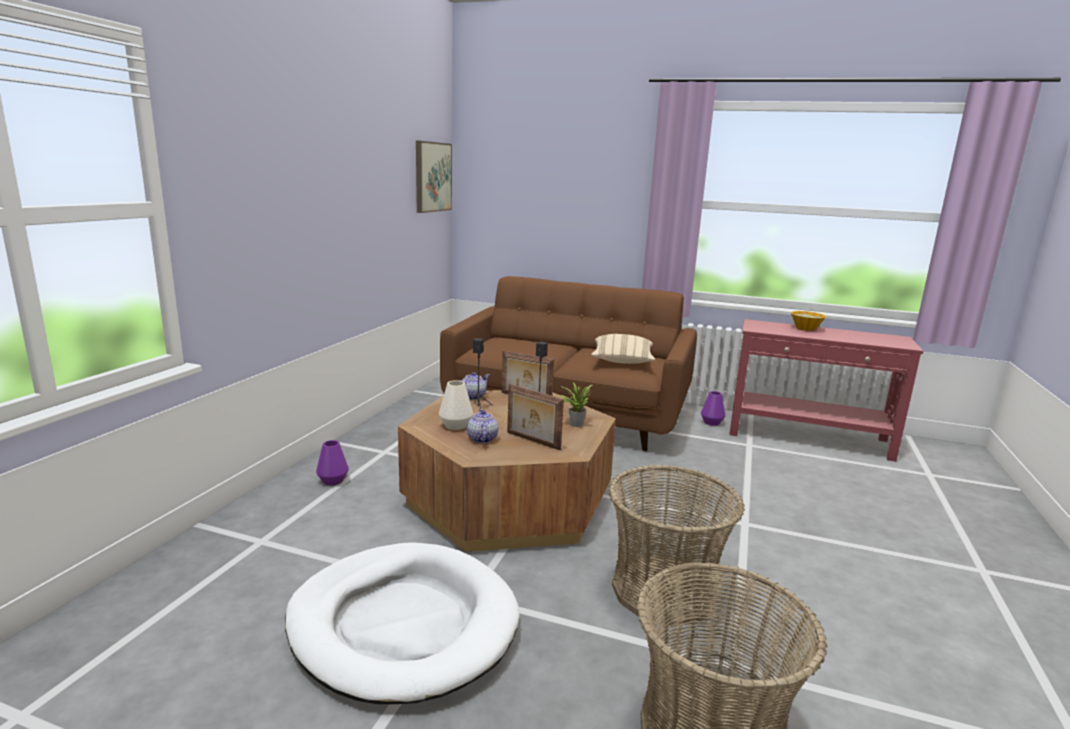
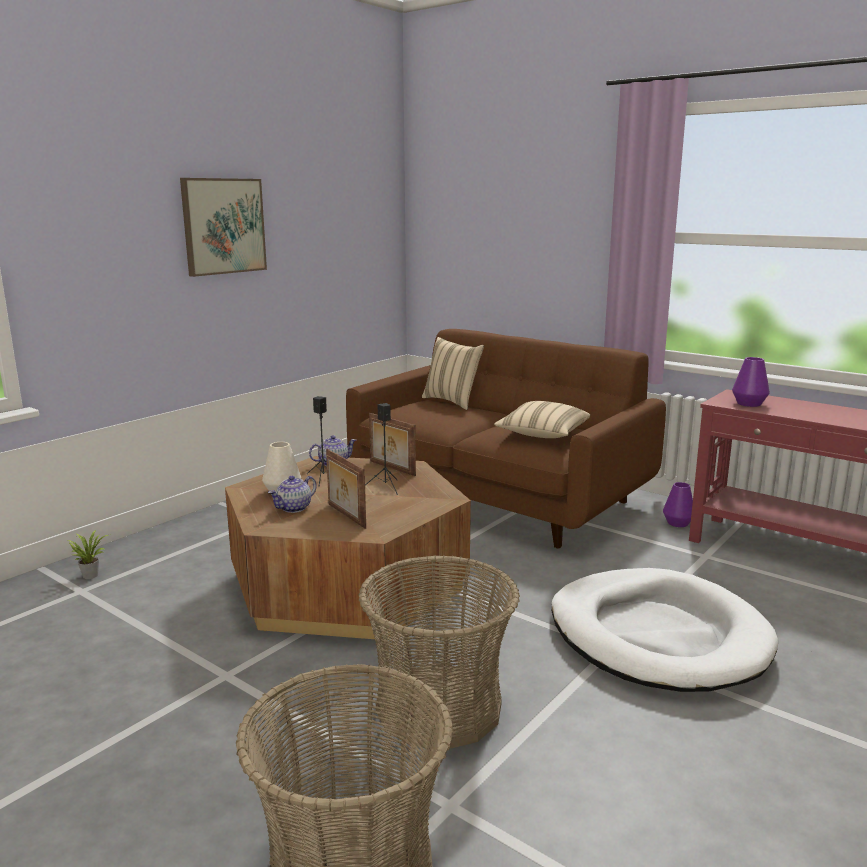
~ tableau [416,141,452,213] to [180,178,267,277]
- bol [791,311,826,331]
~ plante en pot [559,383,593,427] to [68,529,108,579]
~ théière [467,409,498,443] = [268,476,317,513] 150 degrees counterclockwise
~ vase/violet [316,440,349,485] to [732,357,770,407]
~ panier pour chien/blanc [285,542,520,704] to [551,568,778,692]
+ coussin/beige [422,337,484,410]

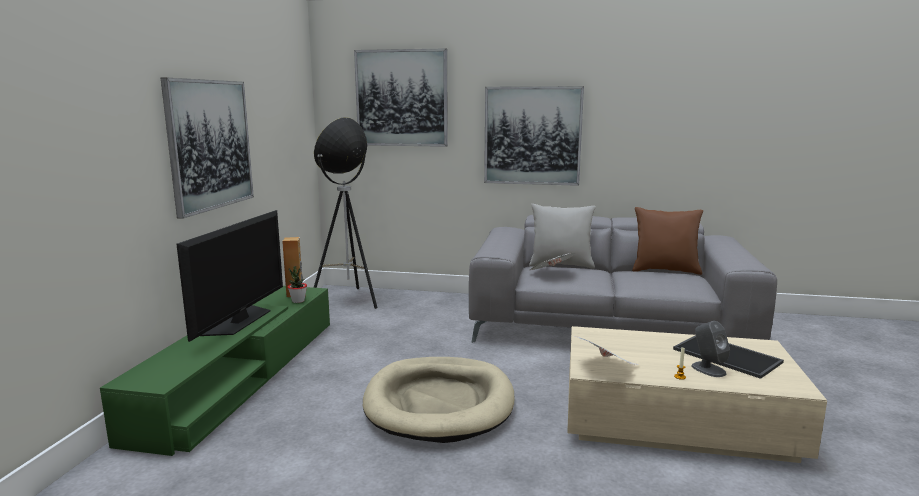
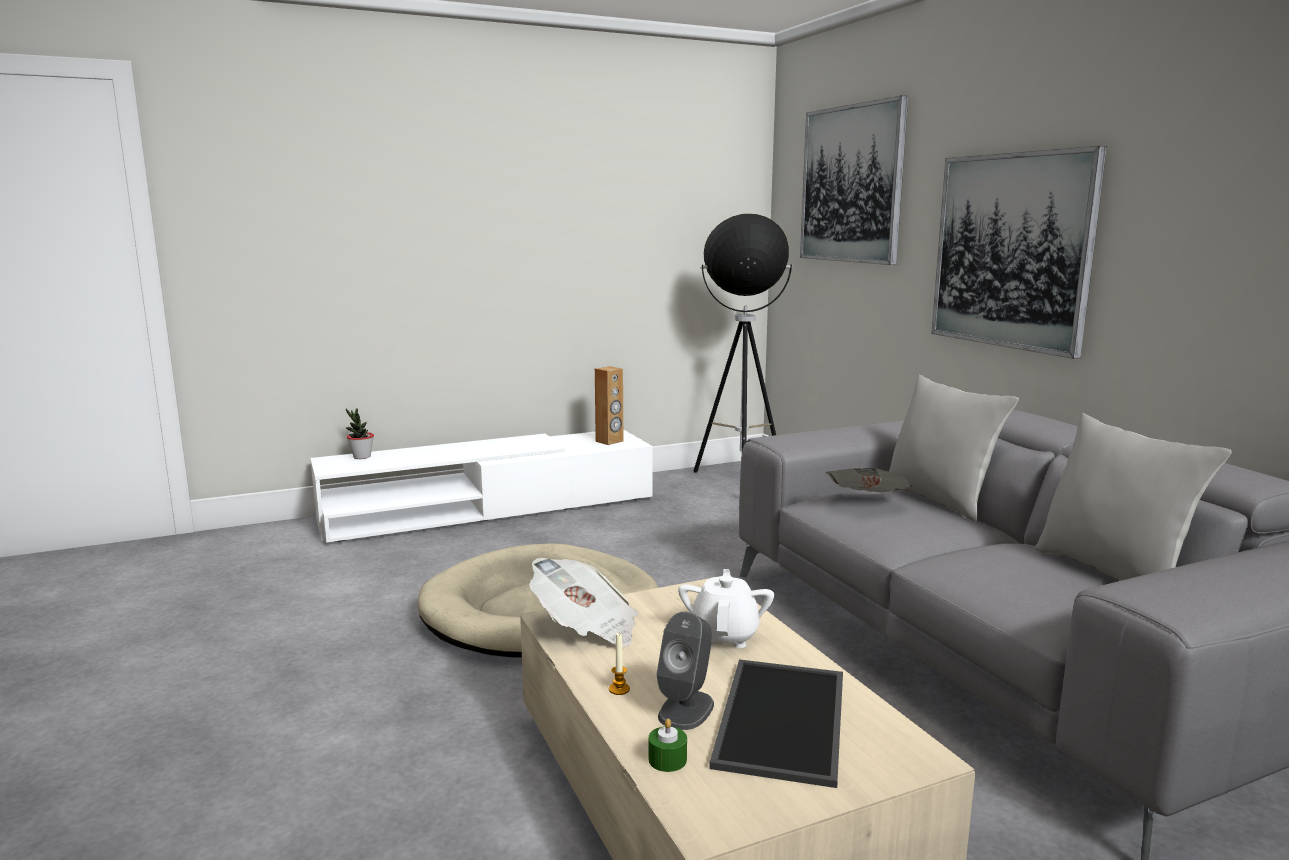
- tableau [161,78,254,219]
~ coussin/marron [632,207,703,275] to coussin/gris [1035,413,1232,580]
- téléviseur [176,210,283,342]
~ plante en pot [288,266,307,303] to [346,408,374,459]
~ meuble télé/vert [100,286,330,456] to meuble télé/blanc [310,429,653,543]
+ théière/blanc [678,569,774,648]
+ bougie/vert [649,718,687,772]

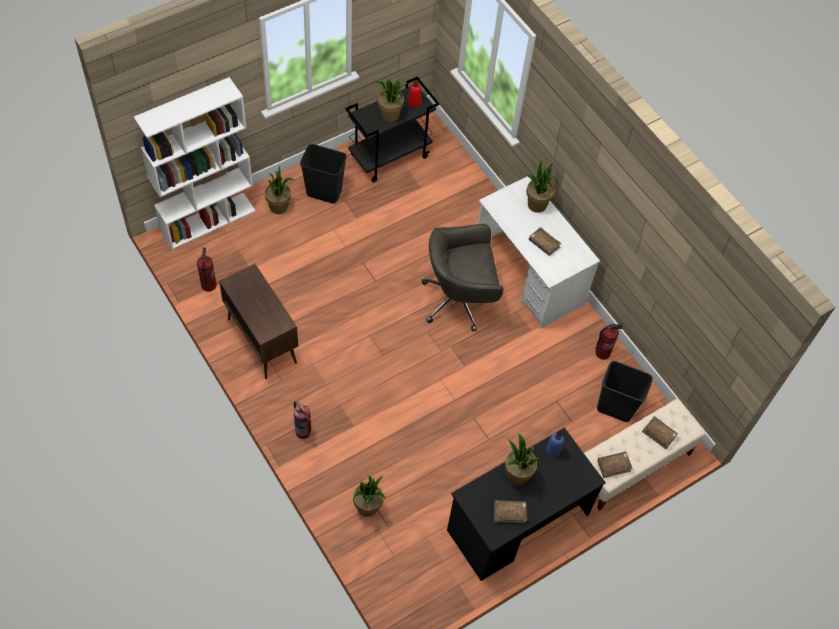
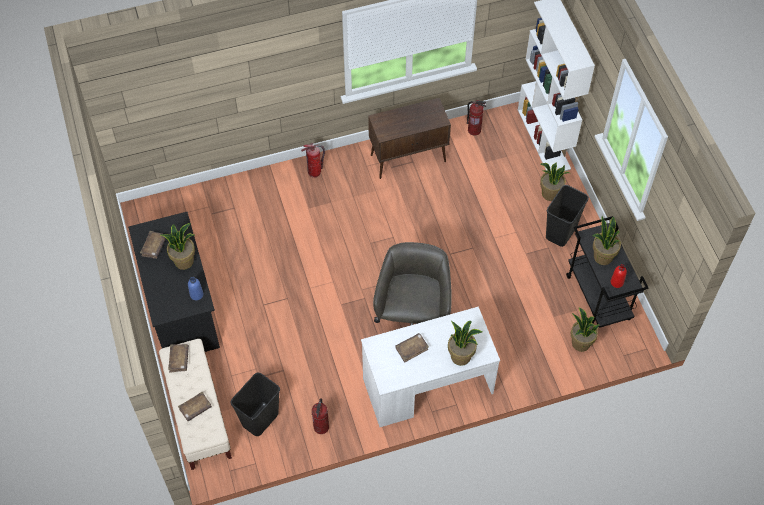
~ plante en pot [353,475,386,517] to [570,308,600,352]

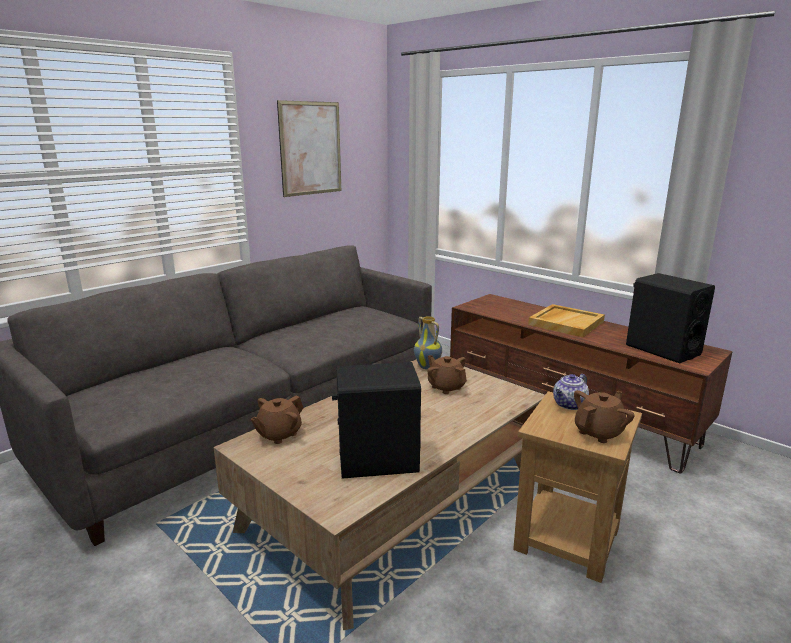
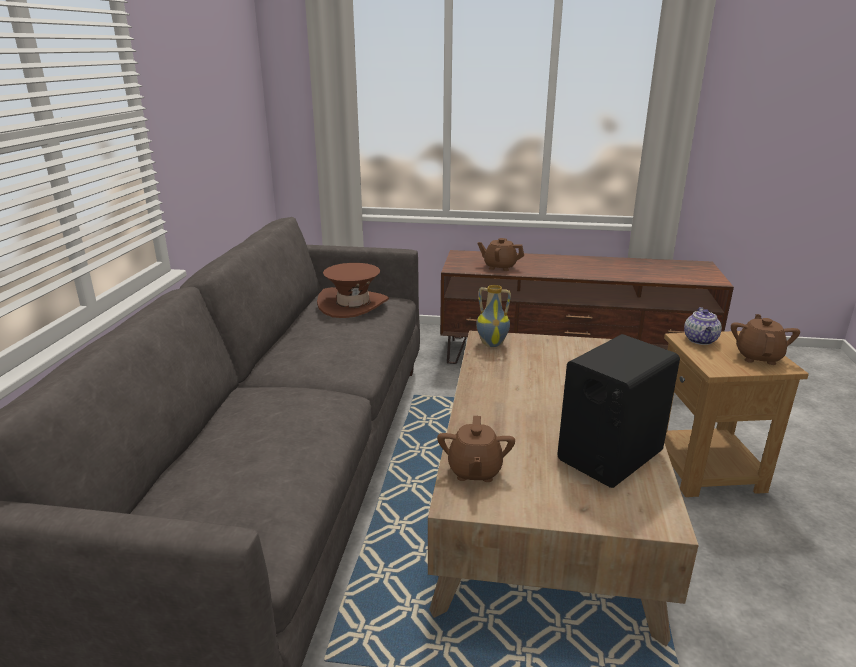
- tableau [277,100,341,197]
- enceinte/noir [626,273,715,363]
- plateau/beige [528,304,605,337]
~ théière/marron [427,355,467,394] to [477,238,524,271]
+ chapeau/marron [317,263,389,318]

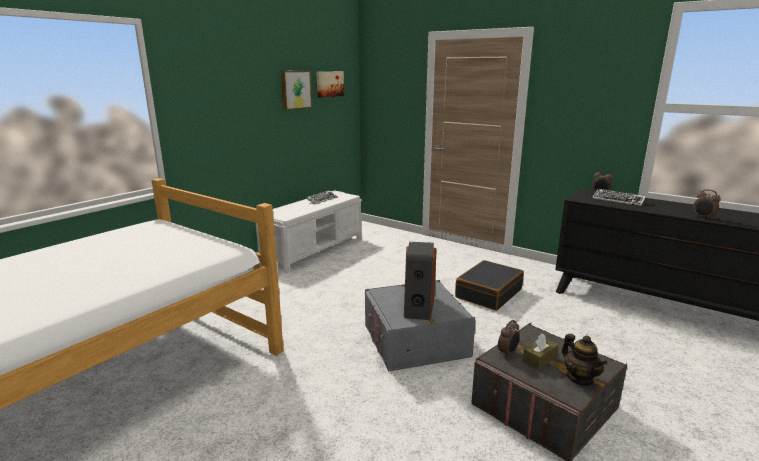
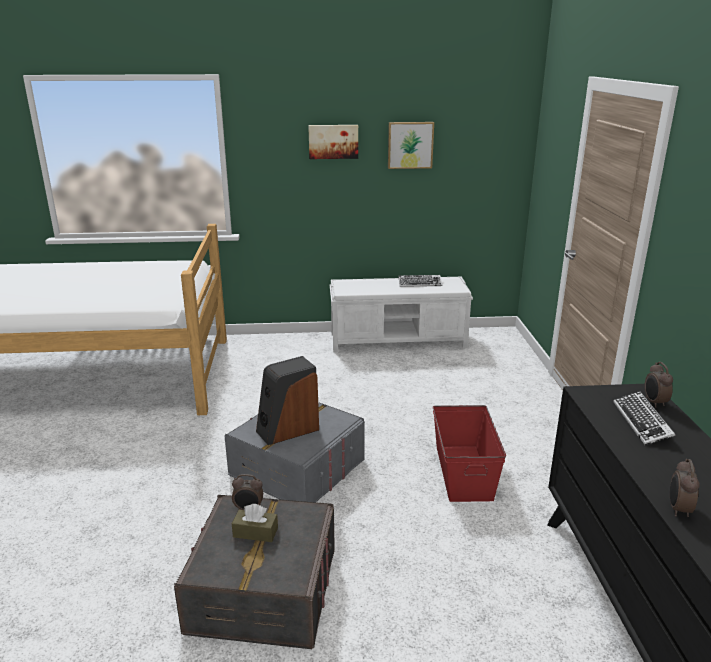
~ tableau [316,71,344,98] to [308,125,358,159]
~ valise/noir [455,260,524,311] to boîte de rangement/rouge [433,405,506,502]
- théière [562,334,608,386]

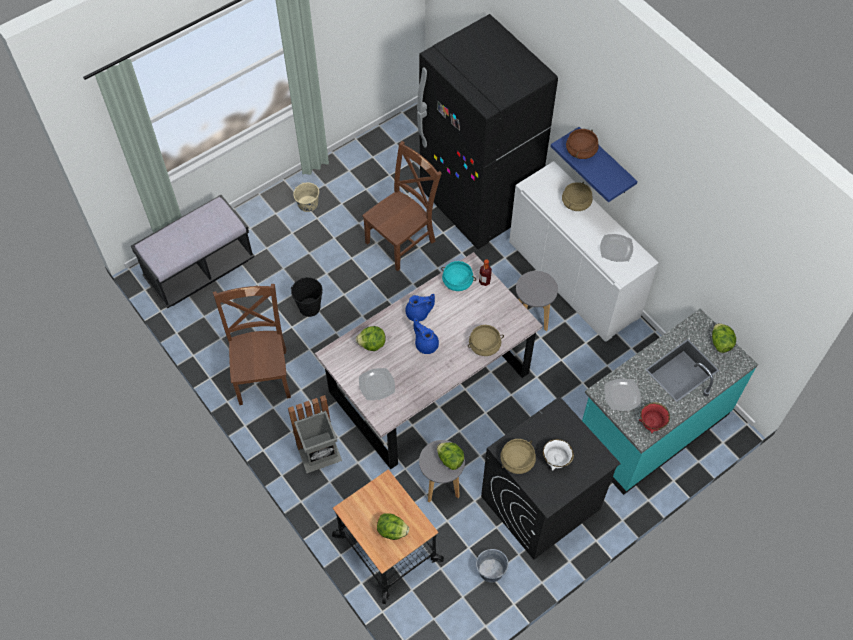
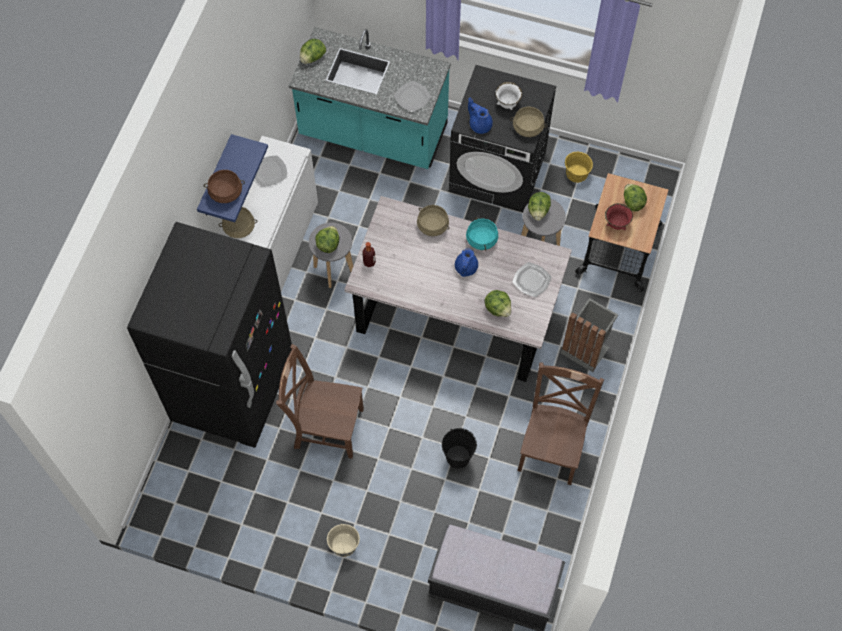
~ marmite/turquoise [441,261,476,291] to [466,217,498,251]
~ chaise/marron [213,284,291,405] = [517,363,604,485] 150 degrees clockwise
~ théière/bleu [405,294,435,322] to [468,98,493,134]
~ bol/rouge [639,402,670,433] to [605,203,633,230]
~ seau/gris [476,549,509,582] to seau/jaune [565,152,593,183]
+ laitue [315,226,339,253]

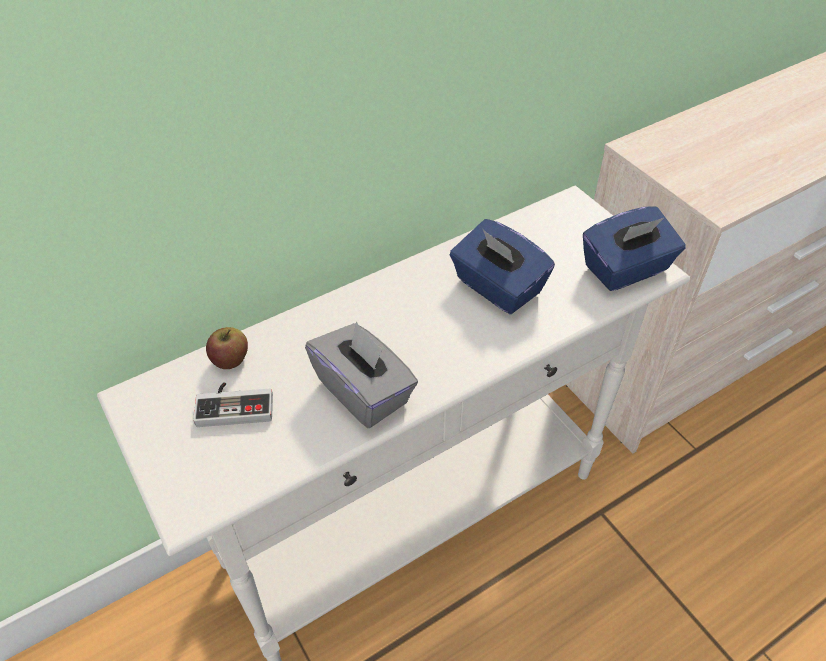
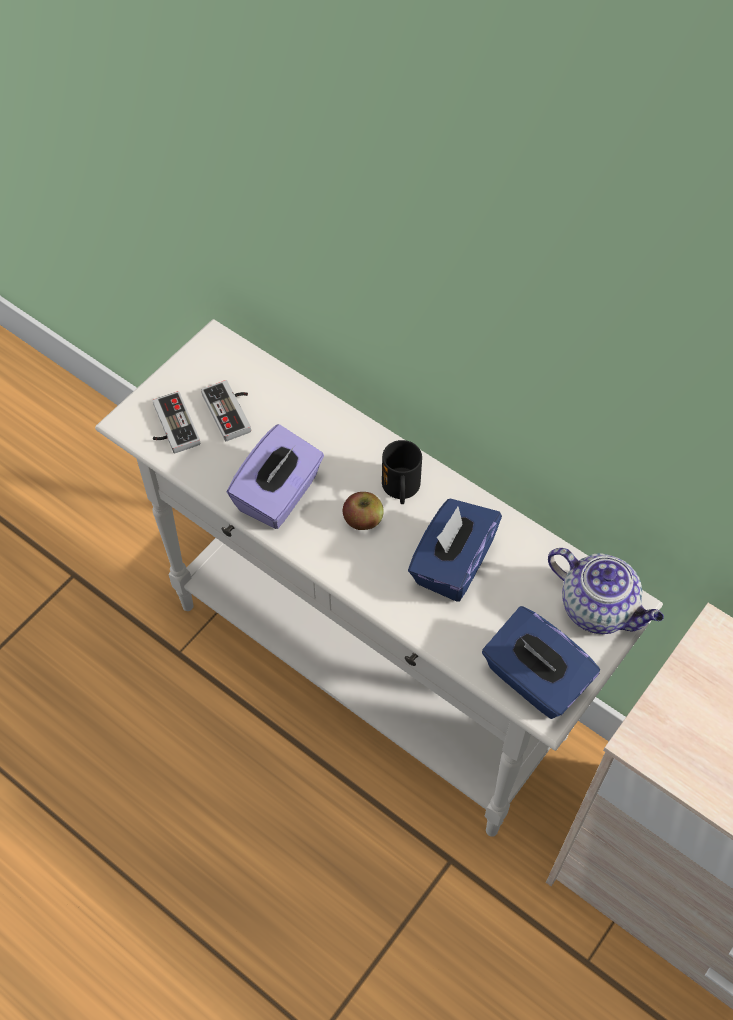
~ boîte à mouchoirs/gris [305,321,418,428] to boîte à mouchoirs/violet [227,424,324,529]
~ pomme [206,327,248,369] to [343,492,384,530]
+ manette [152,391,200,453]
+ mug/noir [382,440,422,504]
+ théière [548,548,664,634]

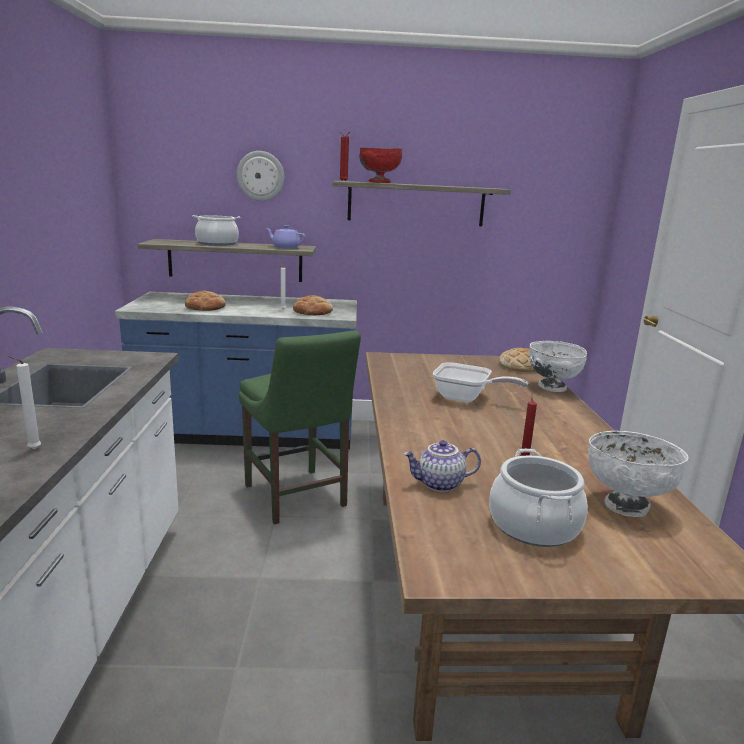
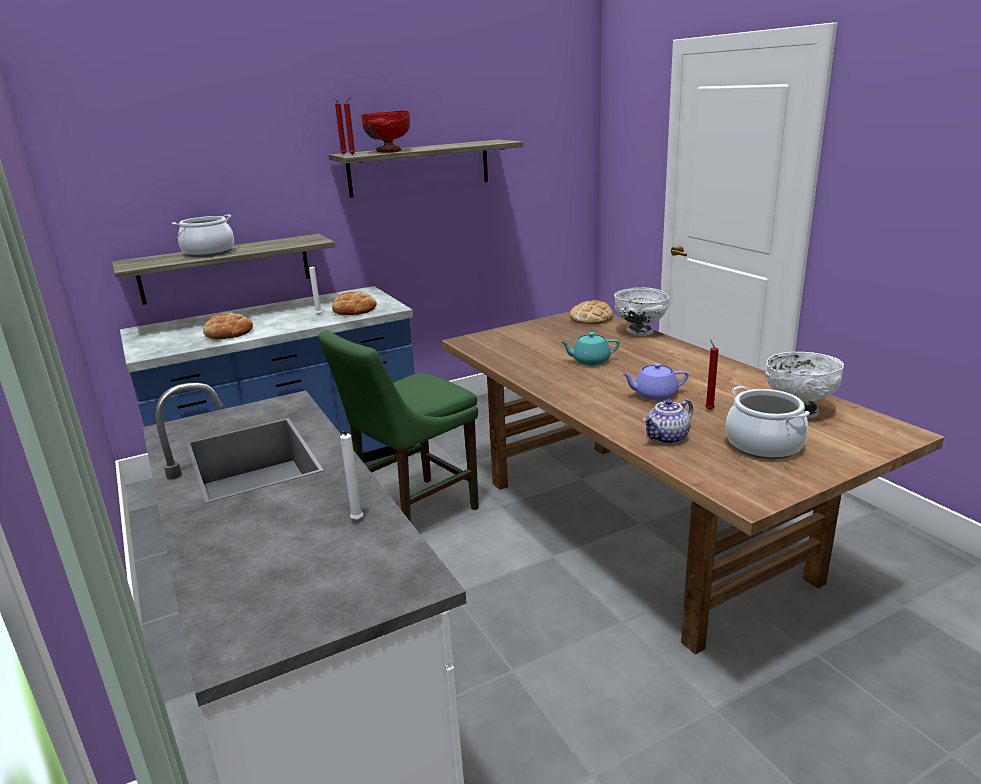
- horloge murale [237,151,284,201]
~ théière/violet [265,225,306,249] to [621,363,689,401]
~ chaise/vert [238,331,361,525] = [319,330,479,522] 105 degrees clockwise
~ poêle [433,362,528,402] to théière/turquoise [559,332,620,365]

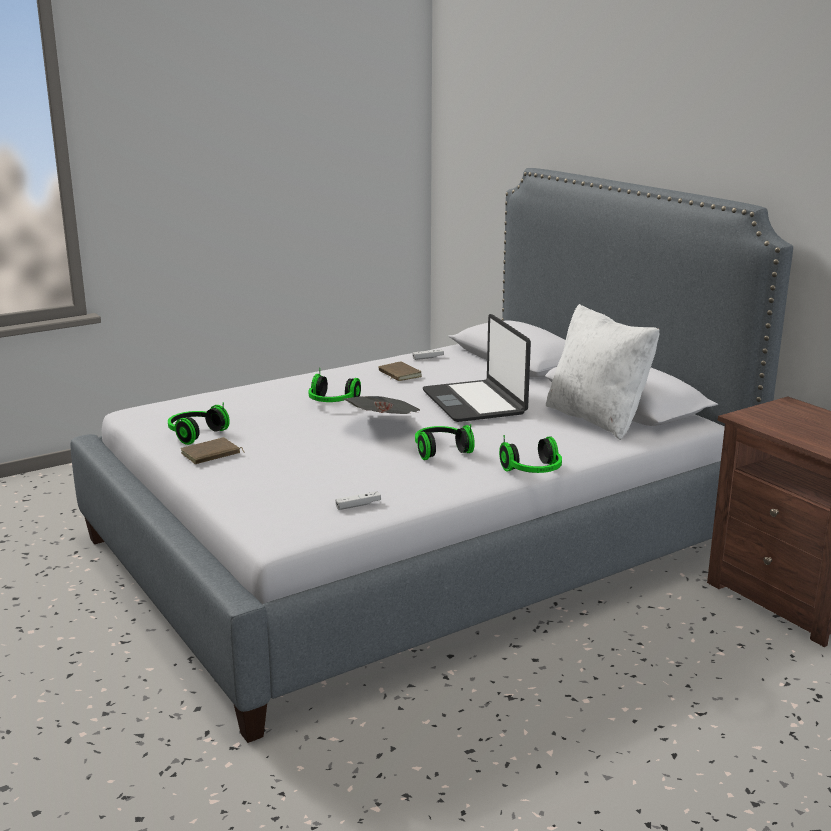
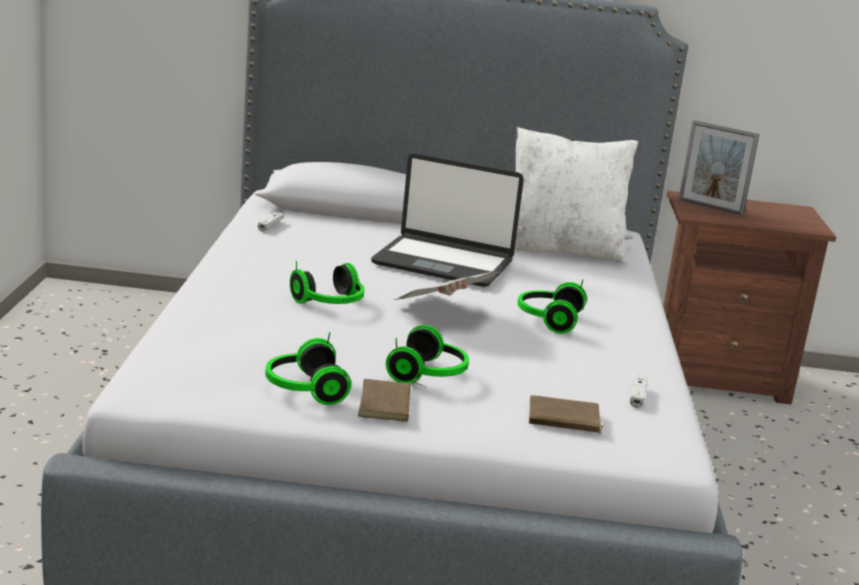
~ livre/marron [379,361,422,381] to [529,395,604,435]
~ casque audio [499,435,562,473] to [386,325,469,384]
+ cadre photo [679,121,759,215]

